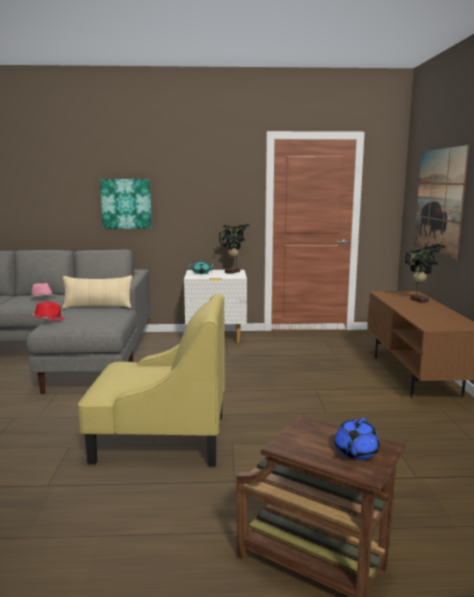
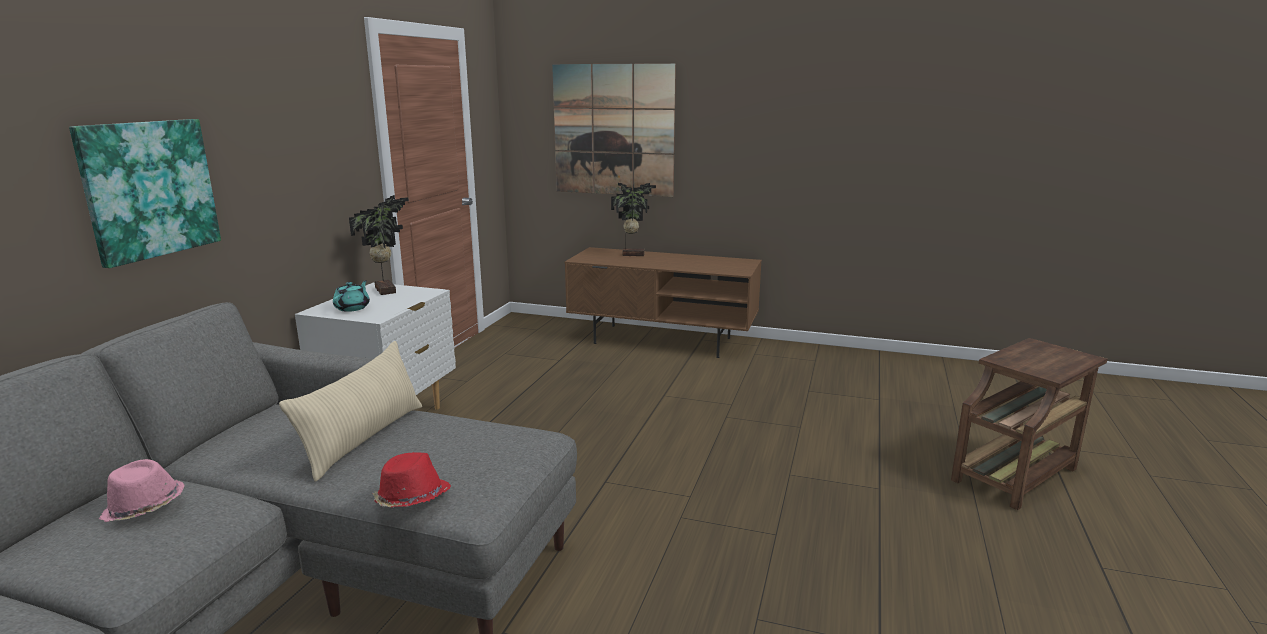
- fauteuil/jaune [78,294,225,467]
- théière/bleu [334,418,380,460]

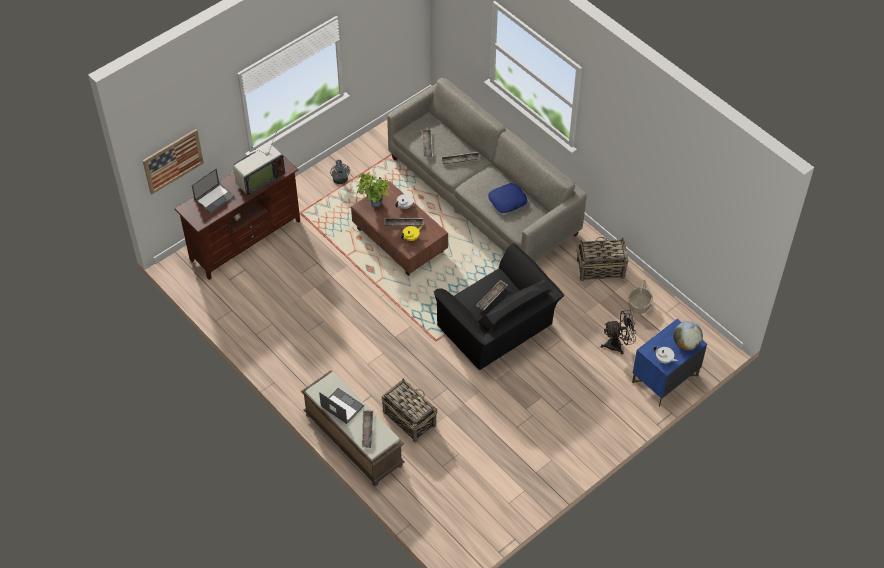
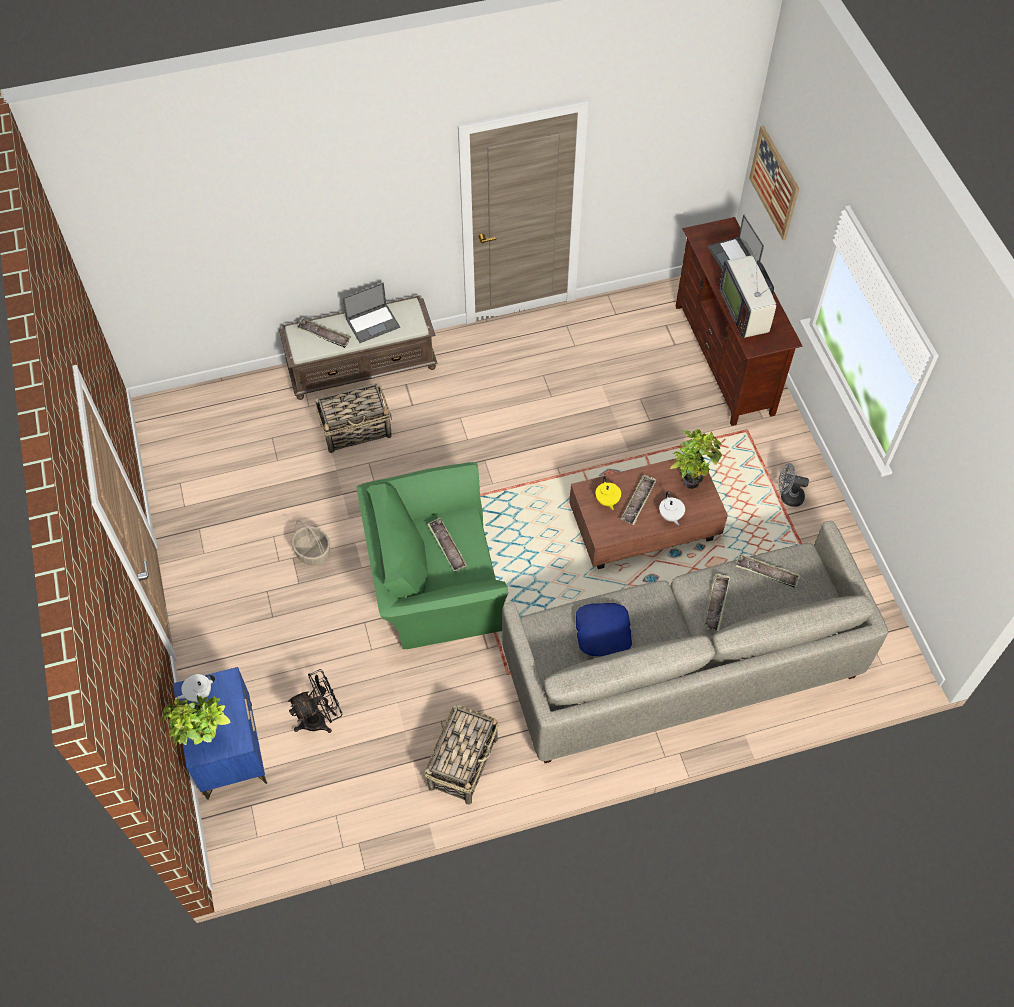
~ fauteuil/noir [434,243,564,370] to fauteuil/vert [357,462,508,649]
~ panier [628,281,653,314] to [292,520,330,566]
~ ventilateur/noir [601,310,636,354] = [288,669,343,733] 135 degrees counterclockwise
~ globe [673,321,703,350] to plante en pot [162,695,231,746]

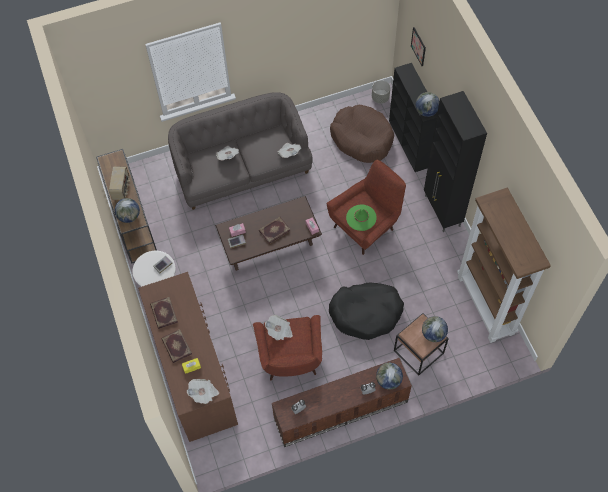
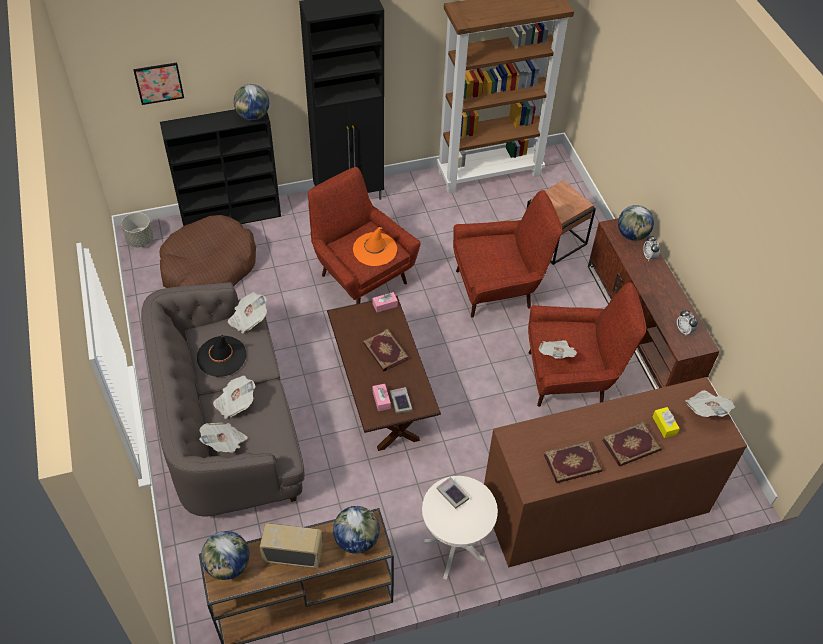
~ chapeau/vert [346,204,377,231] to chapeau/orange [353,227,397,266]
~ panier pour chien/noir [329,283,404,340] to fauteuil/rouge [453,190,562,318]
~ globe [422,316,448,342] to [201,531,250,580]
+ chapeau/noir [197,335,247,377]
+ journal [199,423,247,453]

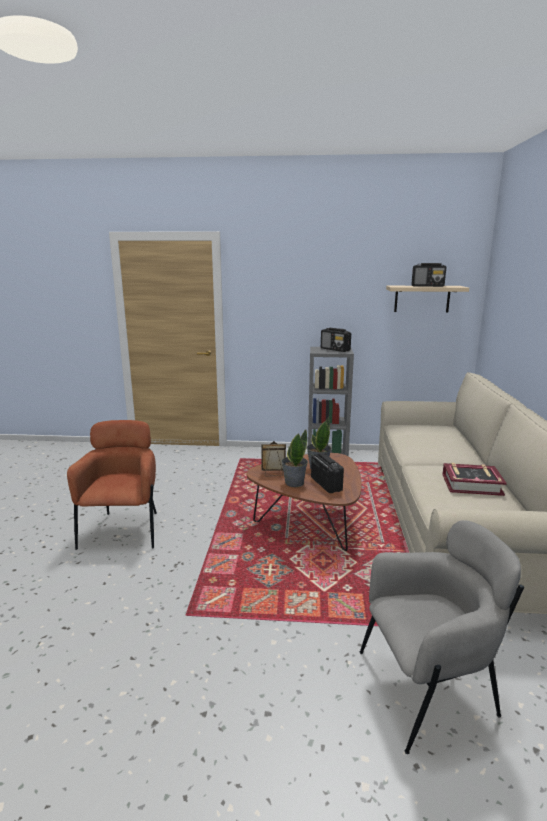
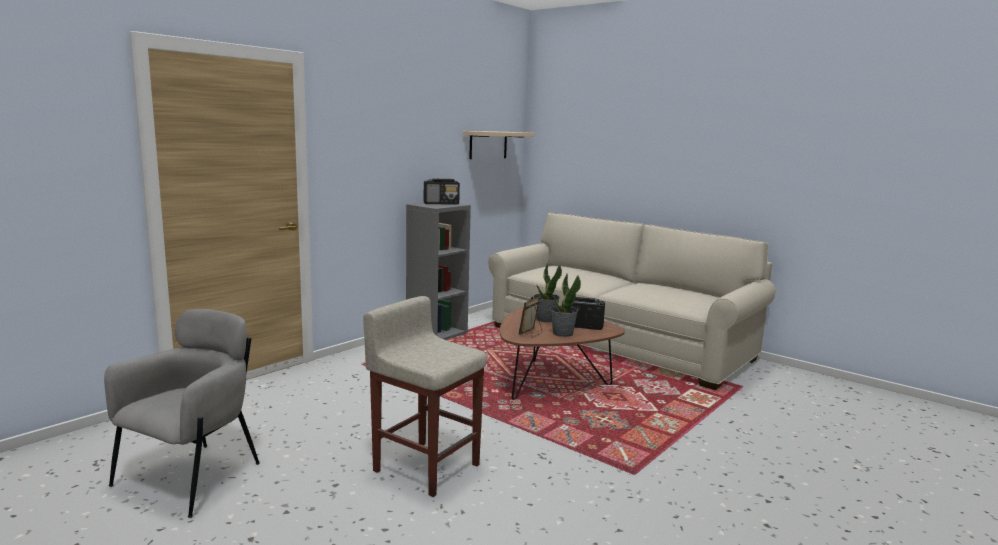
- radio [412,263,446,287]
~ fauteuil/marron [67,420,157,550] to tabouret/beige [363,296,487,497]
- livre [442,463,507,496]
~ fauteuil/gris [359,520,524,754] to [104,309,260,518]

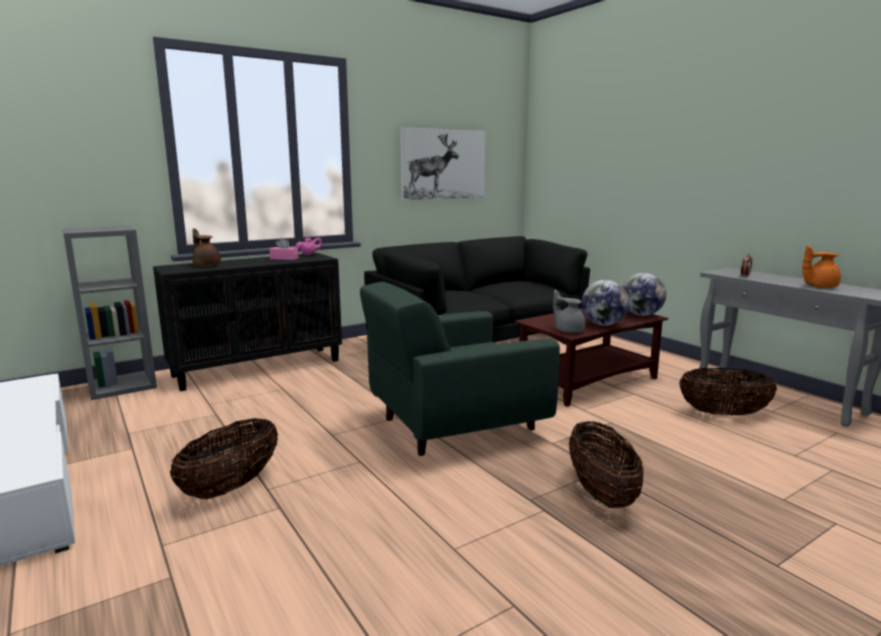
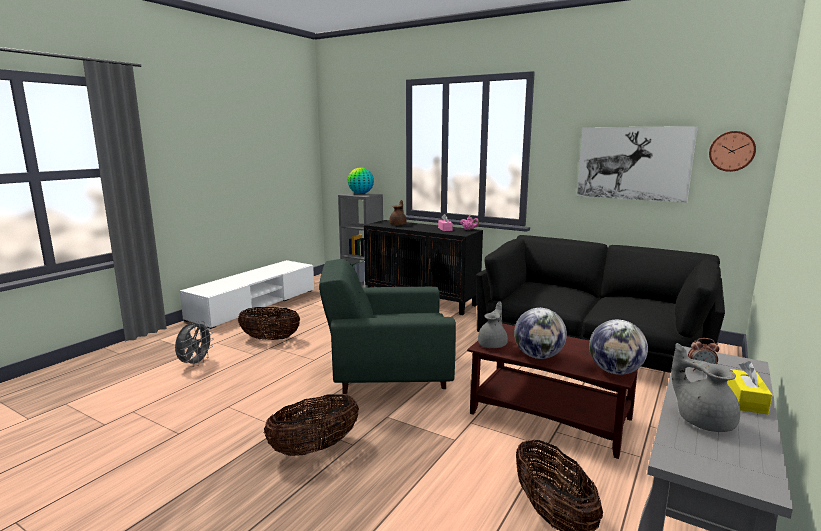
~ théière/orange [802,246,841,288] to théière/gris [671,343,740,432]
~ fauteuil/vert [360,282,560,456] = [319,259,456,394] 45 degrees counterclockwise
+ horloge murale [709,131,756,172]
+ globe [348,167,374,194]
+ ventilateur/gris [175,321,214,367]
+ boîte à mouchoirs/jaune [727,361,772,414]

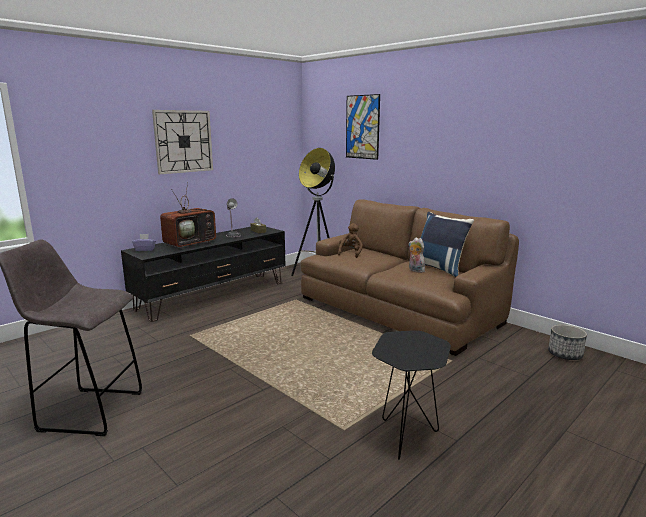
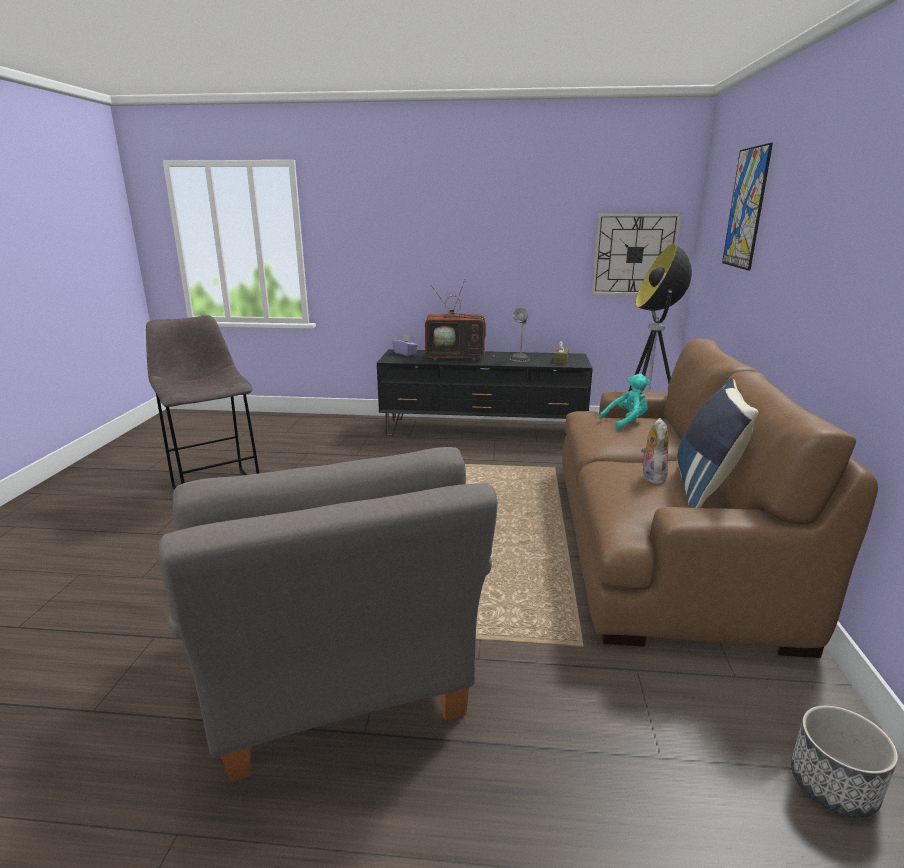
~ horloge murale [152,110,213,174] to [592,213,681,295]
~ peluche/marron [338,223,363,258] to peluche/turquoise [599,374,650,430]
~ table d'appoint/noir [372,330,451,460] to fauteuil/gris [159,447,498,782]

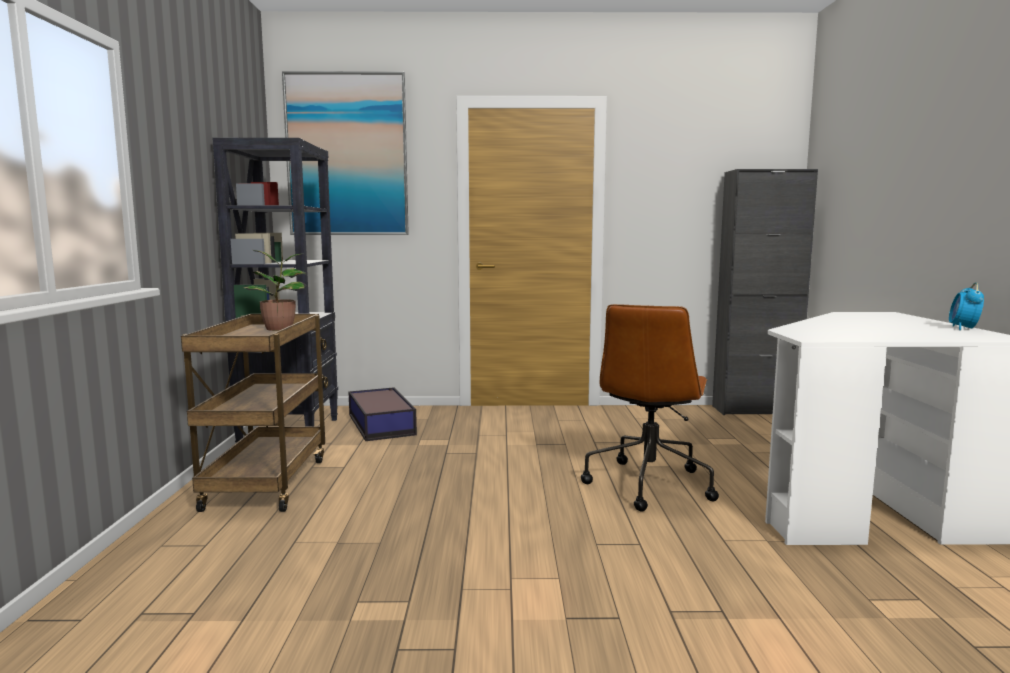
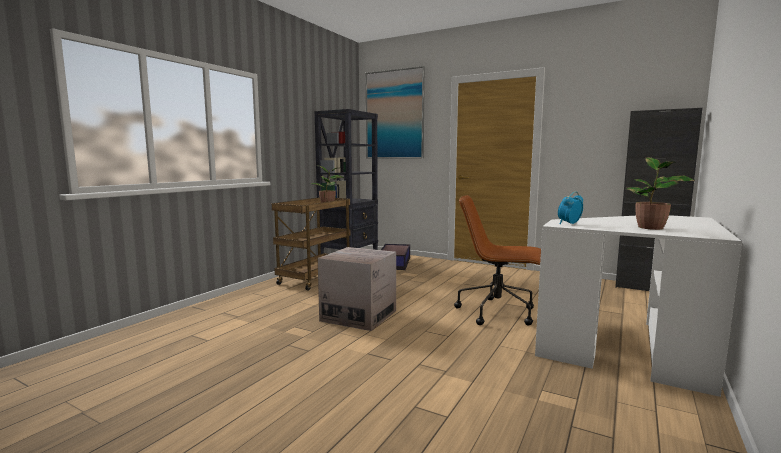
~ réveil [949,282,984,330] to [558,191,583,224]
~ chaise de bureau/marron [581,304,719,512] = [454,195,541,325] 60 degrees clockwise
+ plante en pot [625,157,695,230]
+ carton [318,247,396,331]

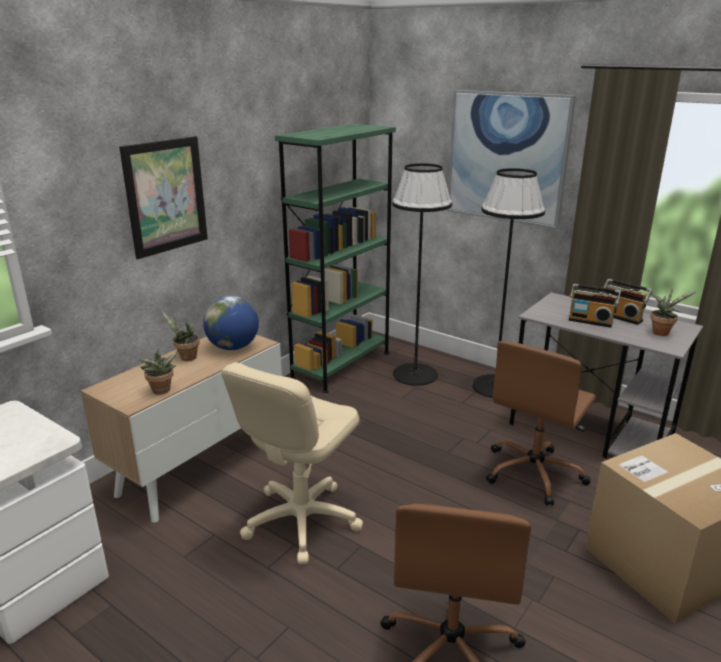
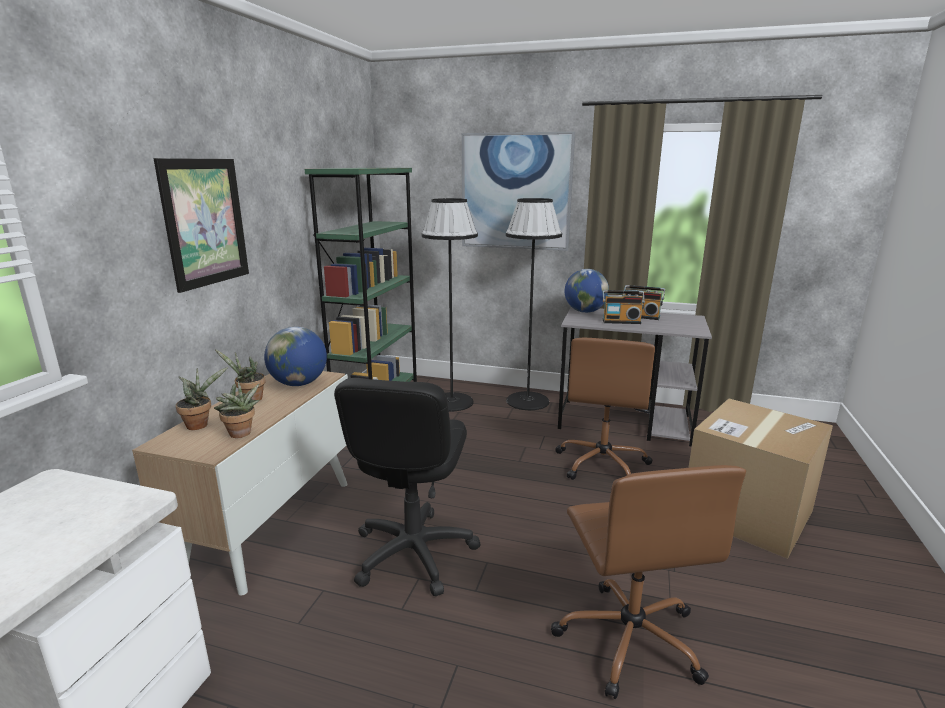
~ plante en pot [650,289,697,336] to [176,367,228,430]
~ chaise de bureau/beige [222,362,363,565] to chaise de bureau/noir [334,378,481,597]
+ globe [565,269,609,313]

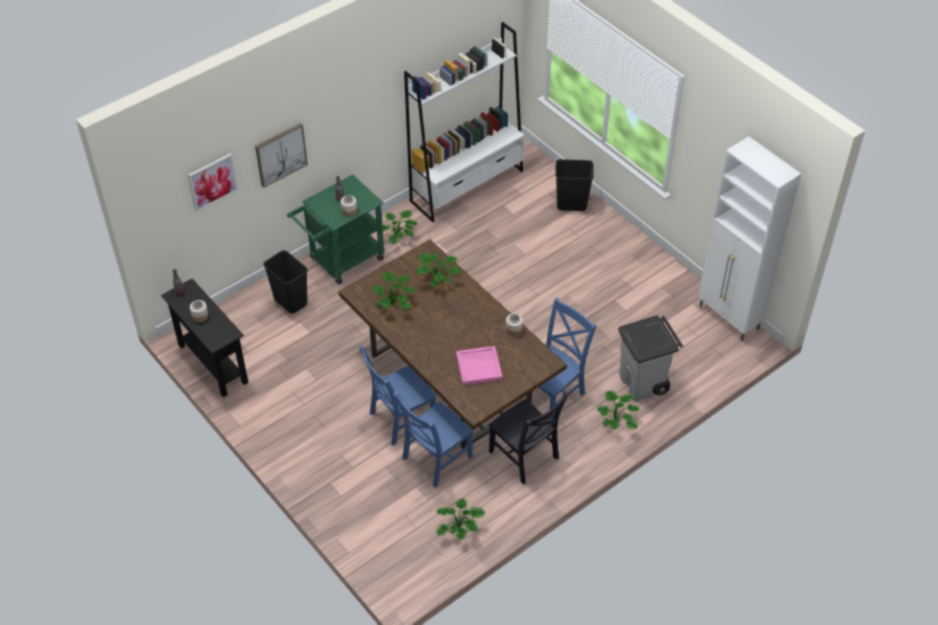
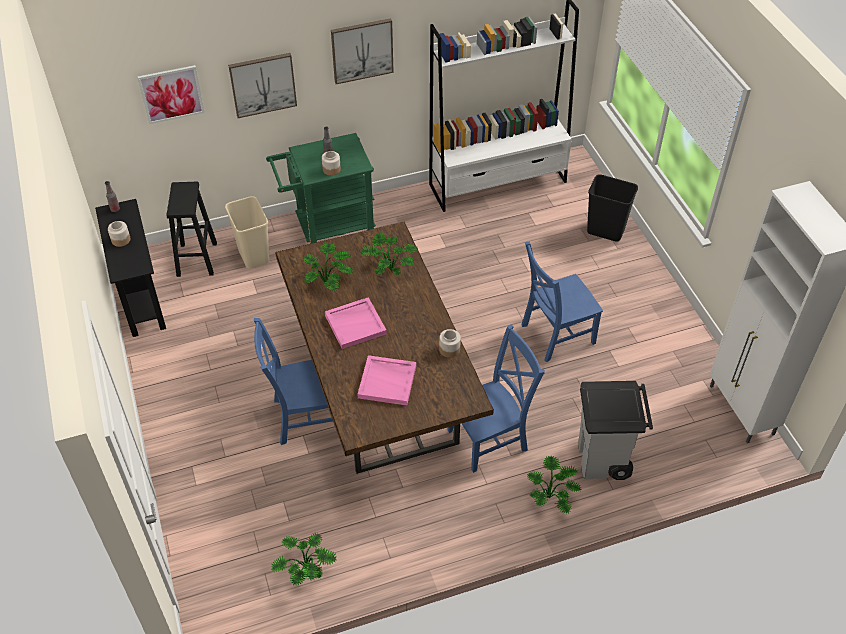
- plante en pot [382,209,418,245]
~ poubelle/noir [263,250,308,314] to poubelle/beige [225,196,269,269]
~ chaise/bleu [393,392,474,487] to [522,242,603,362]
- chaise/noir [489,392,569,484]
+ tableau [331,18,394,84]
+ tabouret/noir [167,182,217,277]
+ plateau/rose [325,297,387,349]

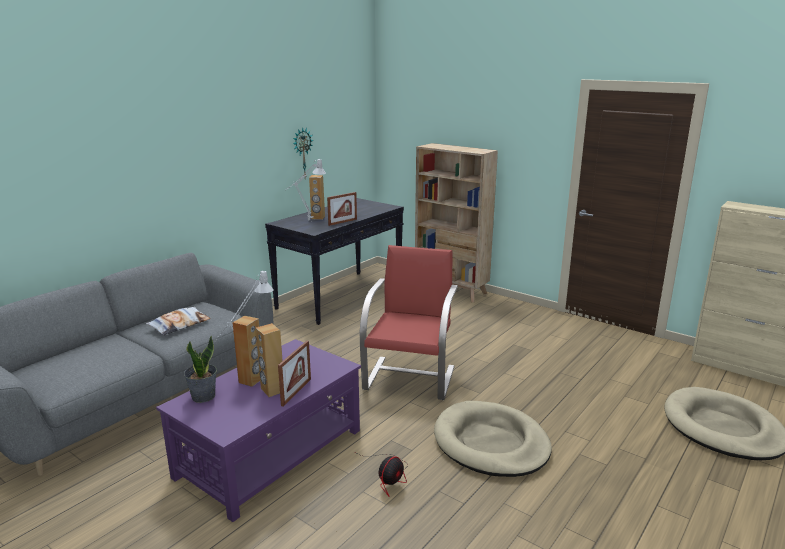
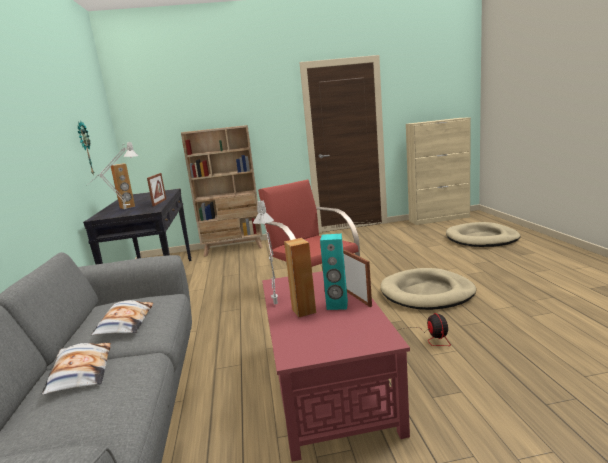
~ enceinte/marron [256,323,283,397] to enceinte/turquoise [320,234,348,310]
- plante en pot [184,336,217,403]
~ table basse/violet [156,339,361,522] to table basse/rouge [262,271,410,462]
+ coussin [42,343,111,395]

